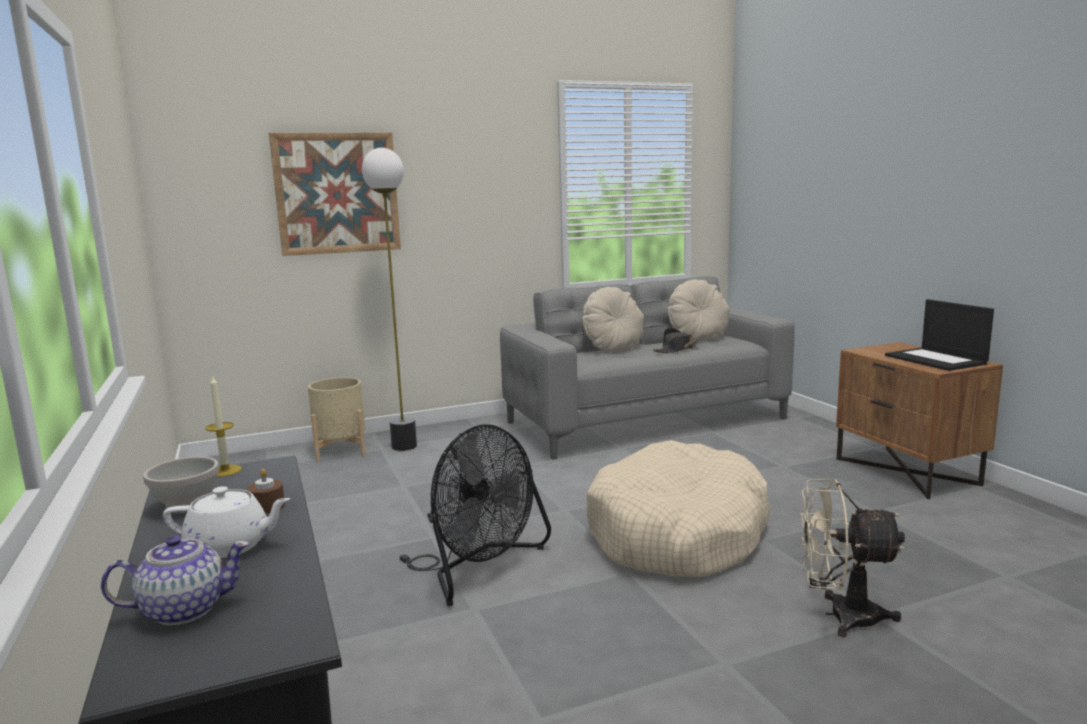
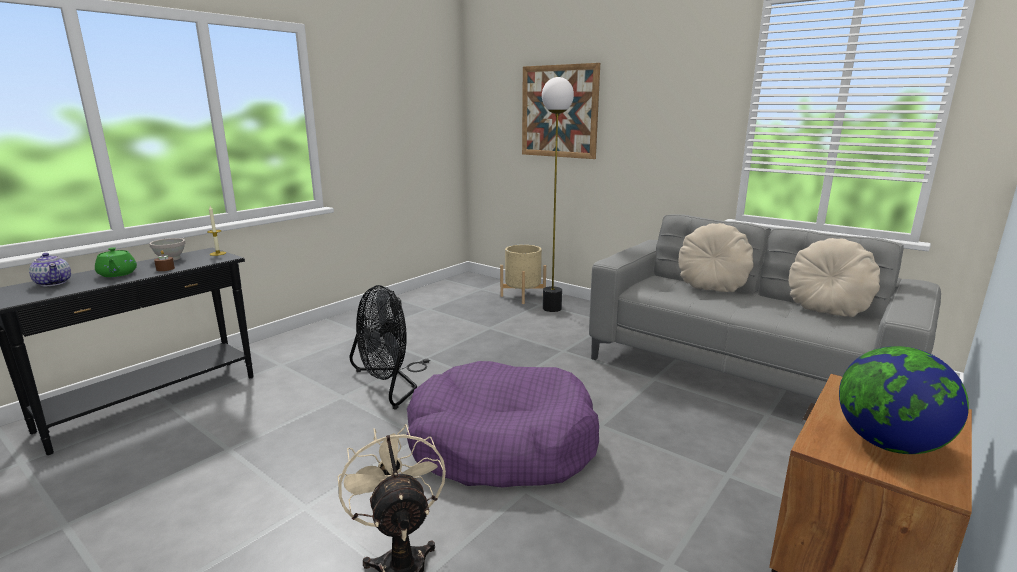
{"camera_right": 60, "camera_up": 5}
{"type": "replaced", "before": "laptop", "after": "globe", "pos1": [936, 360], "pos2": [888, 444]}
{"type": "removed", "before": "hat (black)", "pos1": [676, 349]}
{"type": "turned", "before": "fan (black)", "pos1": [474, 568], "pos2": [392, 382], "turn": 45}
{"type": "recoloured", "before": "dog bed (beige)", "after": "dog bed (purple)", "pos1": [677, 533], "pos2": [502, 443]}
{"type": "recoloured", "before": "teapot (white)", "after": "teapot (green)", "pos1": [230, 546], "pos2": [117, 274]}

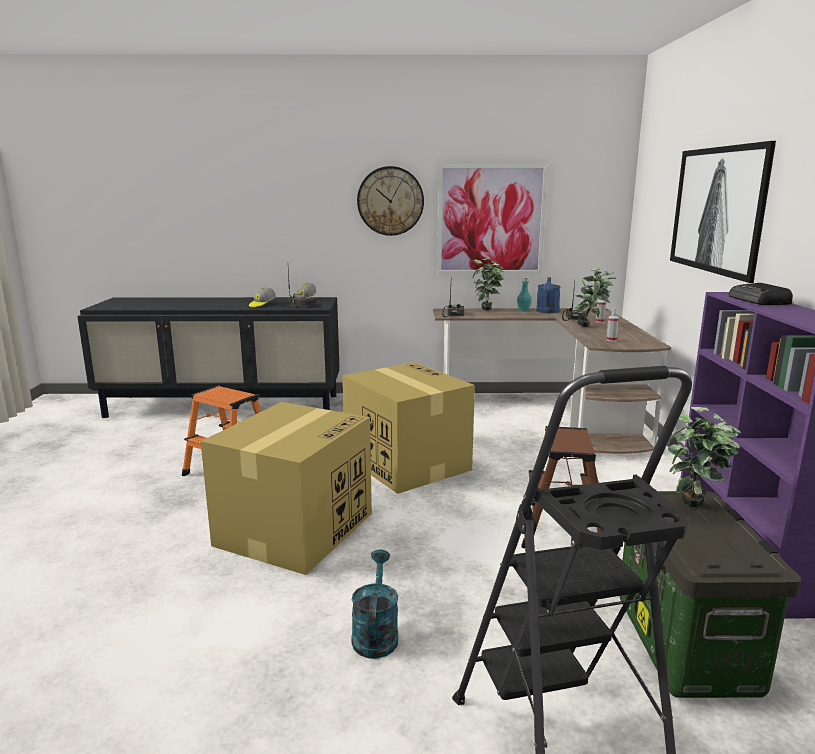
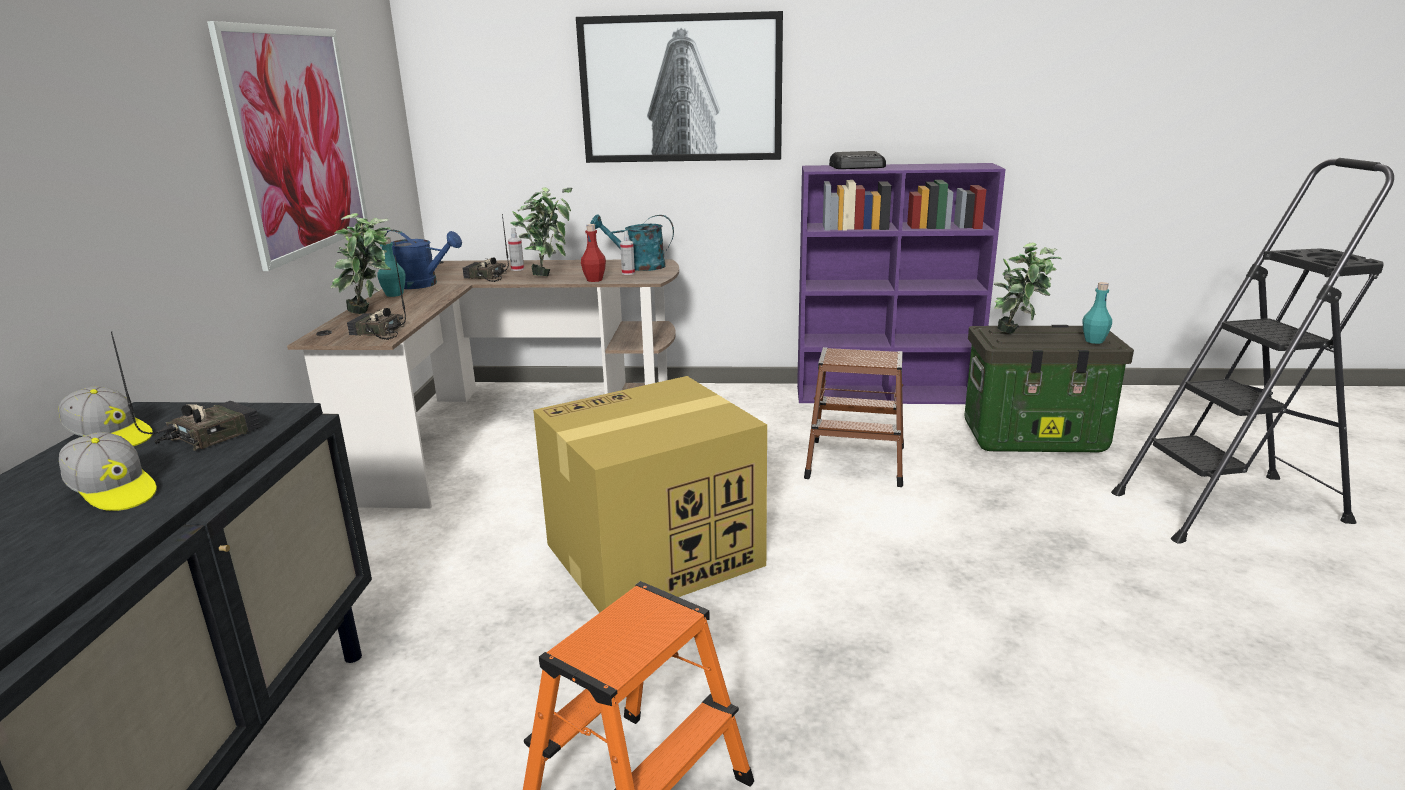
{"camera_right": -85, "camera_up": 5}
{"type": "removed", "before": "wall clock", "pos1": [390, 201]}
{"type": "removed", "before": "cardboard box", "pos1": [296, 528]}
{"type": "moved", "before": "watering can (turquoise)", "pos1": [375, 633], "pos2": [637, 266]}
{"type": "added", "after": "bottle (red)", "pos2": [594, 280]}
{"type": "added", "after": "bottle (turquoise)", "pos2": [1094, 341]}

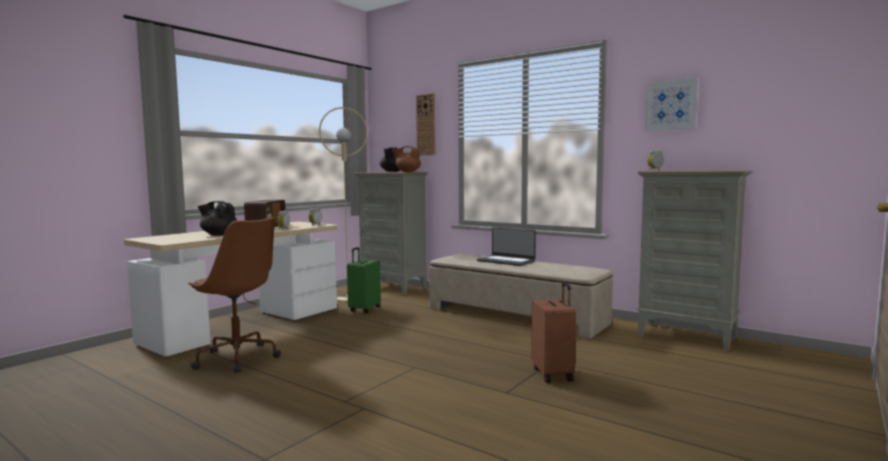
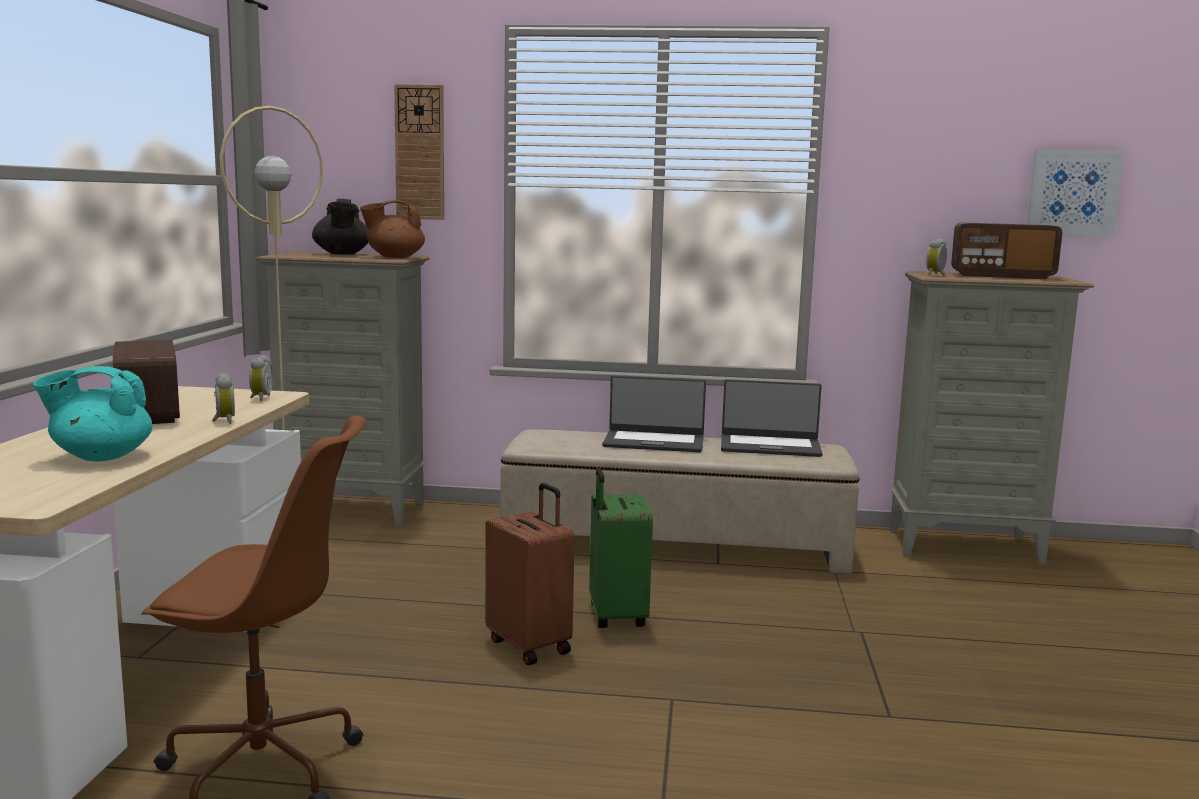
{"camera_right": -30, "camera_up": 5}
{"type": "moved", "before": "picture", "pos1": [671, 105], "pos2": [1073, 192]}
{"type": "recoloured", "before": "teapot (black)", "after": "teapot (turquoise)", "pos1": [219, 234], "pos2": [101, 457]}
{"type": "moved", "before": "suitcase (green)", "pos1": [364, 309], "pos2": [615, 616]}
{"type": "moved", "before": "suitcase (brown)", "pos1": [553, 374], "pos2": [531, 645]}
{"type": "added", "after": "radio", "pos2": [1001, 276]}
{"type": "added", "after": "laptop", "pos2": [770, 446]}

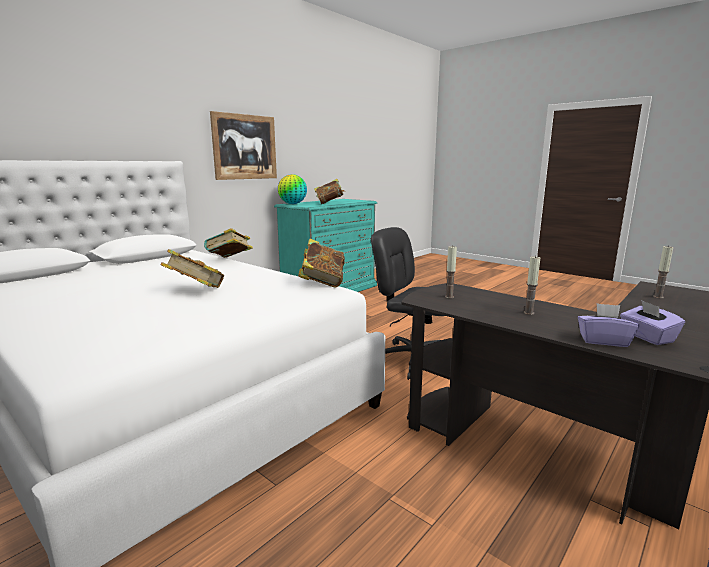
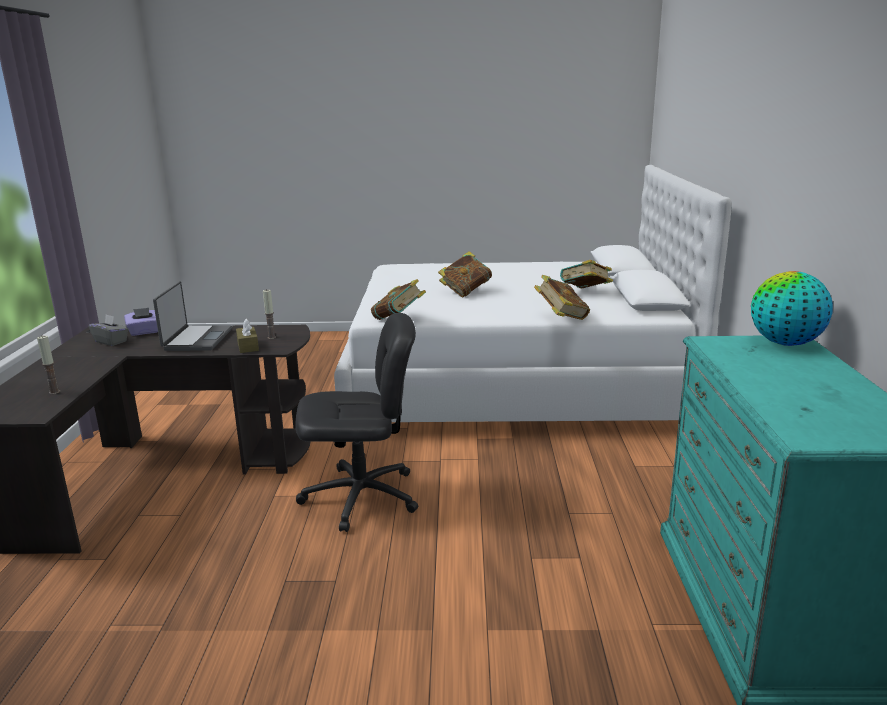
{"camera_right": 140, "camera_up": 5}
{"type": "removed", "before": "picture", "pos1": [245, 147]}
{"type": "moved", "before": "book", "pos1": [329, 203], "pos2": [585, 293]}
{"type": "replaced", "before": "candle", "after": "laptop", "pos1": [529, 313], "pos2": [196, 339]}
{"type": "recoloured", "before": "tissue box (purple)", "after": "tissue box (grey)", "pos1": [647, 337], "pos2": [111, 341]}
{"type": "added", "after": "tissue box (brown)", "pos2": [248, 346]}

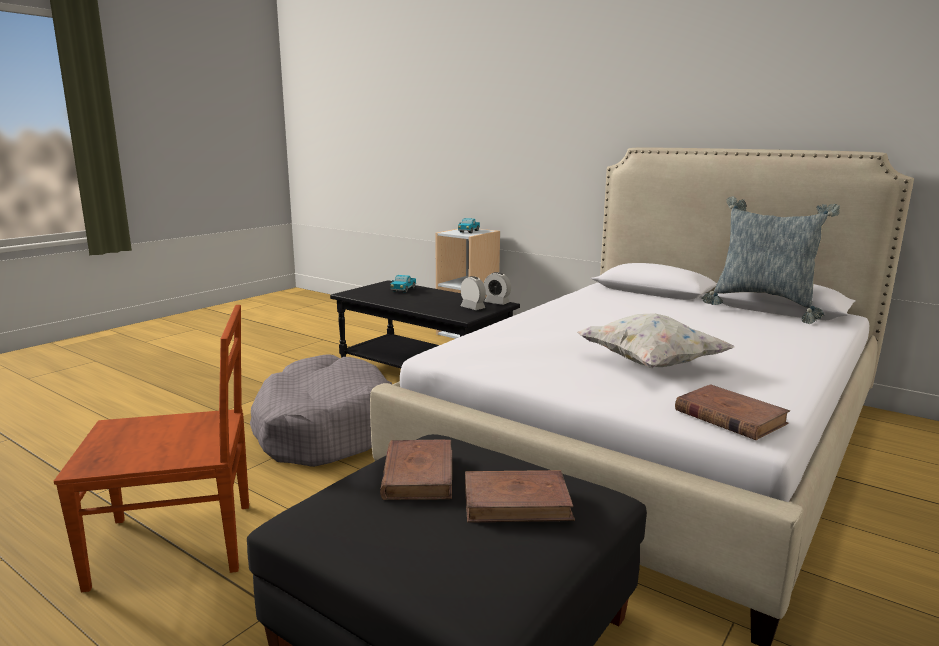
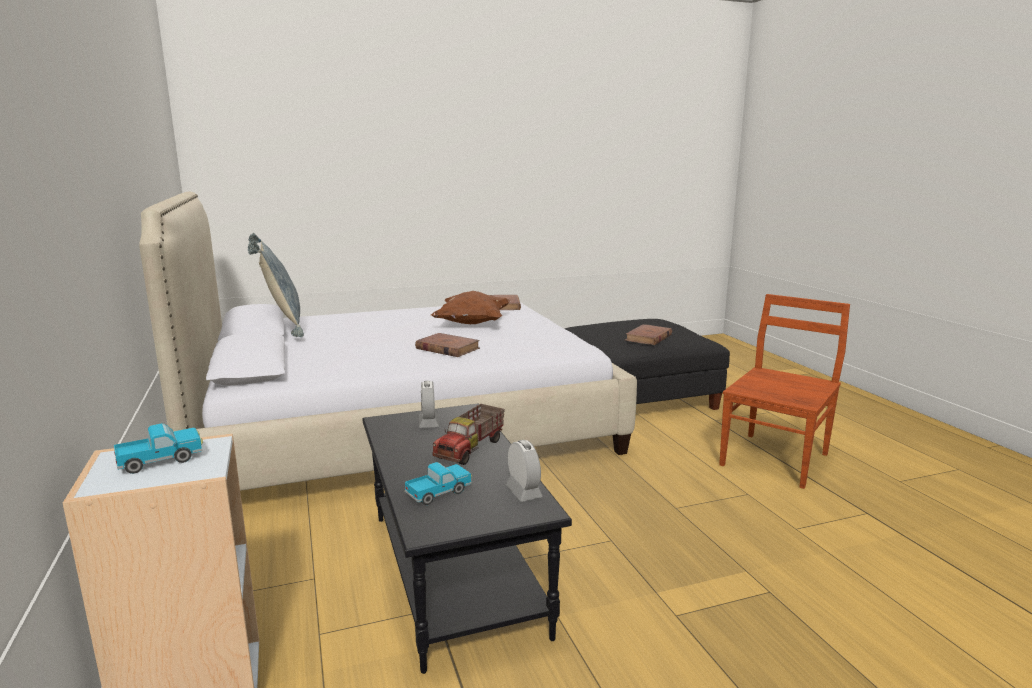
{"camera_right": -145, "camera_up": 0}
{"type": "moved", "before": "alarm clock", "pos1": [496, 303], "pos2": [523, 492]}
{"type": "turned", "before": "chair (brown)", "pos1": [179, 544], "pos2": [775, 458], "turn": 105}
{"type": "recoloured", "before": "pillow (white)", "after": "pillow (brown)", "pos1": [649, 364], "pos2": [472, 324]}
{"type": "removed", "before": "dog bed (grey)", "pos1": [323, 429]}
{"type": "moved", "before": "book (brown)", "pos1": [517, 502], "pos2": [447, 348]}
{"type": "added", "after": "toy truck", "pos2": [471, 449]}

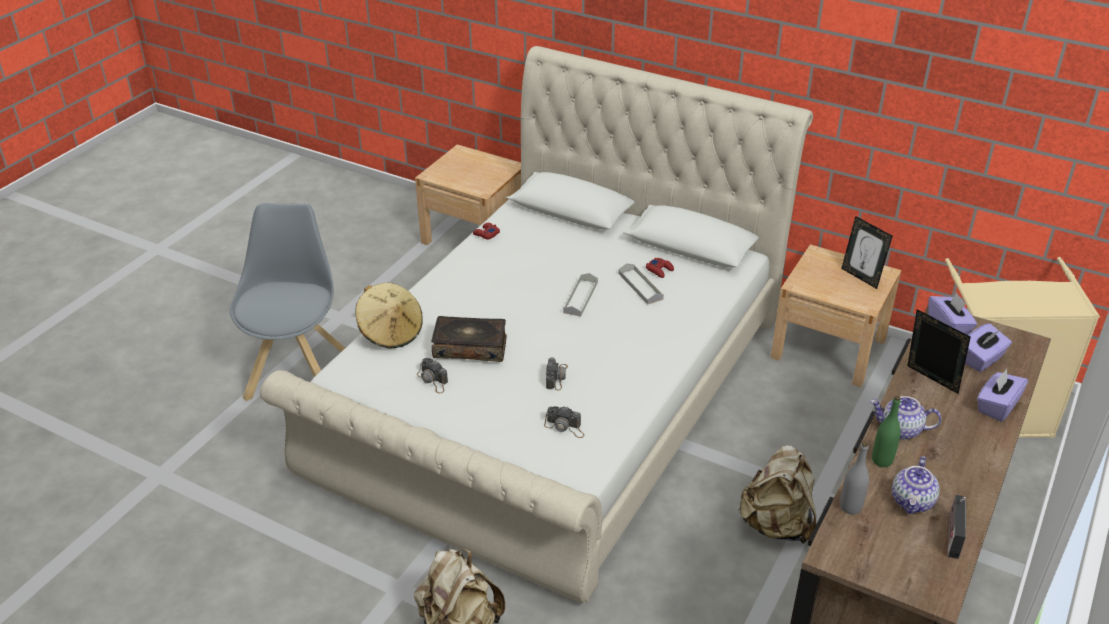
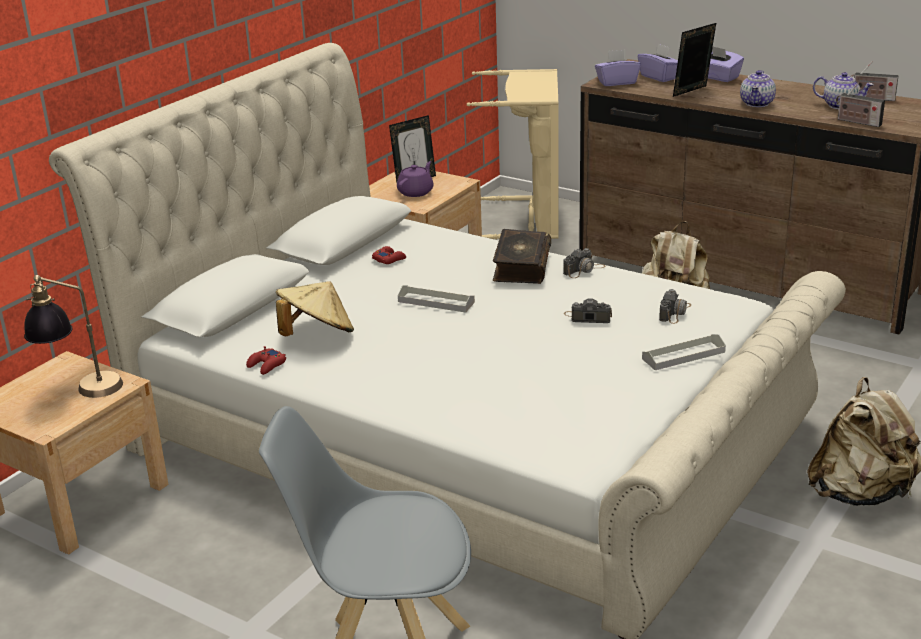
{"camera_right": -85, "camera_up": -10}
{"type": "moved", "before": "tray (grey)", "pos1": [640, 286], "pos2": [683, 355]}
{"type": "moved", "before": "hat (beige)", "pos1": [391, 332], "pos2": [316, 335]}
{"type": "moved", "before": "book", "pos1": [470, 346], "pos2": [520, 267]}
{"type": "moved", "before": "photo camera", "pos1": [433, 380], "pos2": [584, 270]}
{"type": "removed", "before": "bottle (green)", "pos1": [882, 460]}
{"type": "replaced", "before": "bottle (grey)", "after": "radio", "pos1": [850, 507], "pos2": [857, 122]}
{"type": "added", "after": "teapot (purple)", "pos2": [416, 192]}
{"type": "added", "after": "table lamp", "pos2": [80, 389]}

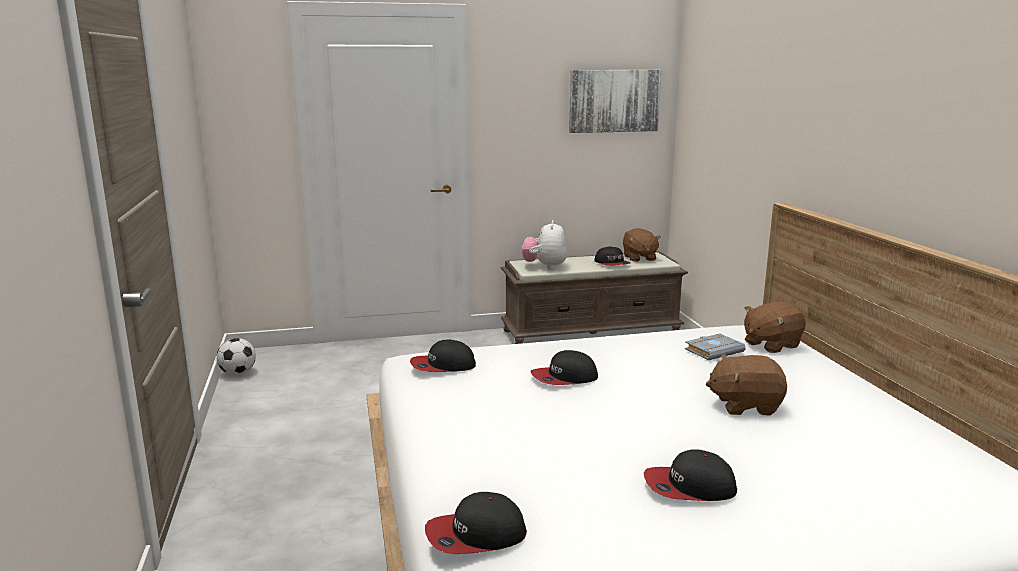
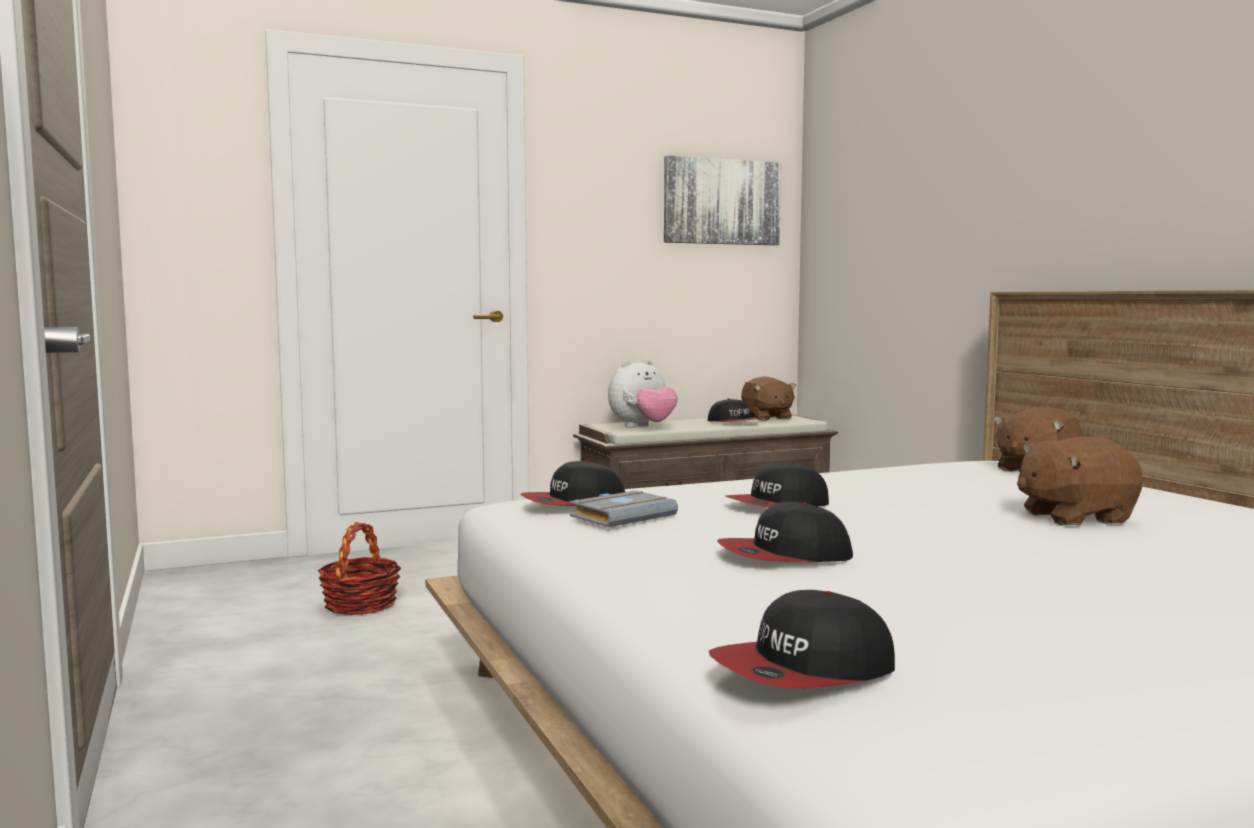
{"camera_right": -10, "camera_up": -10}
{"type": "turned", "before": "plush toy", "pos1": [545, 267], "pos2": [642, 427], "turn": -120}
{"type": "moved", "before": "book (grey)", "pos1": [713, 350], "pos2": [623, 516]}
{"type": "removed", "before": "football", "pos1": [238, 373]}
{"type": "moved", "before": "cap", "pos1": [689, 487], "pos2": [784, 556]}
{"type": "added", "after": "basket", "pos2": [360, 605]}

